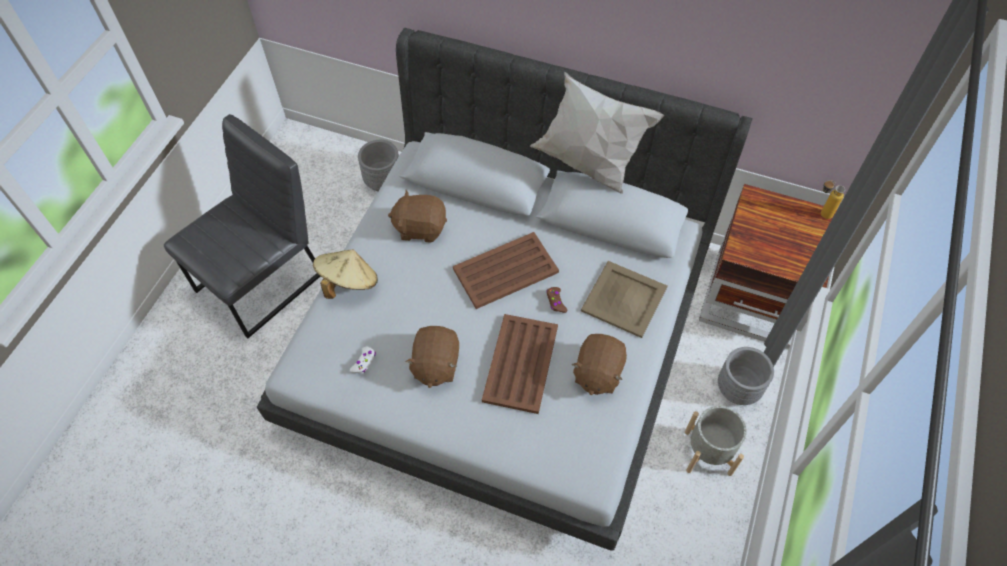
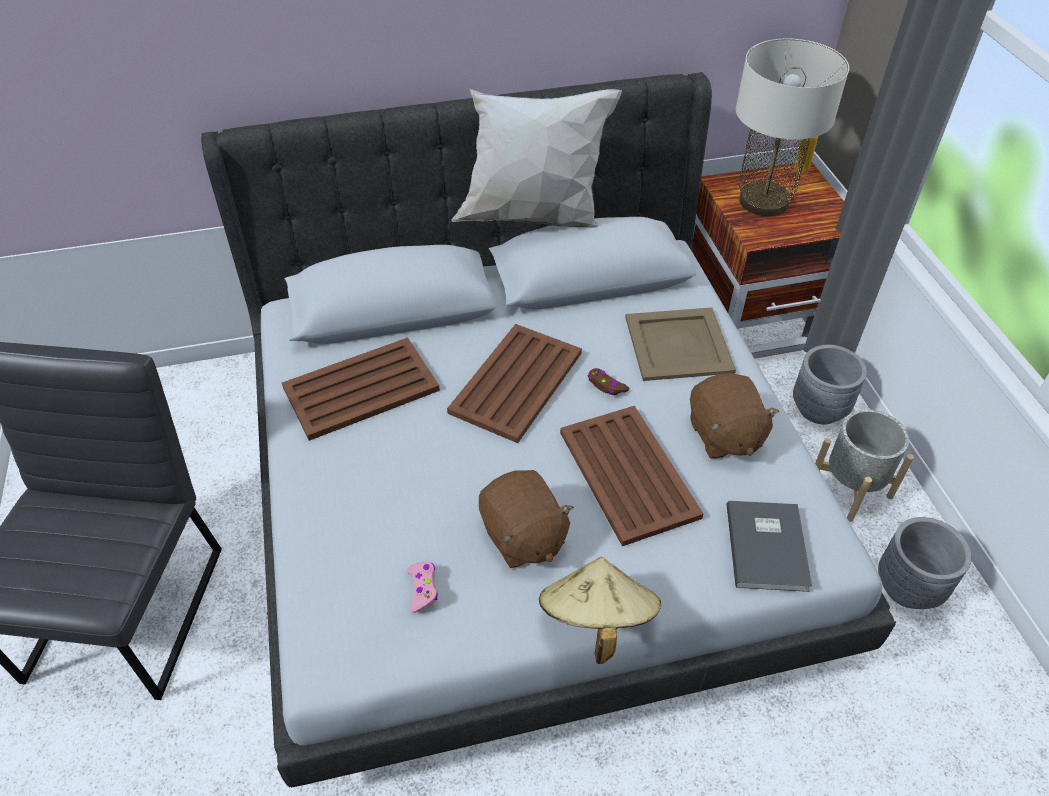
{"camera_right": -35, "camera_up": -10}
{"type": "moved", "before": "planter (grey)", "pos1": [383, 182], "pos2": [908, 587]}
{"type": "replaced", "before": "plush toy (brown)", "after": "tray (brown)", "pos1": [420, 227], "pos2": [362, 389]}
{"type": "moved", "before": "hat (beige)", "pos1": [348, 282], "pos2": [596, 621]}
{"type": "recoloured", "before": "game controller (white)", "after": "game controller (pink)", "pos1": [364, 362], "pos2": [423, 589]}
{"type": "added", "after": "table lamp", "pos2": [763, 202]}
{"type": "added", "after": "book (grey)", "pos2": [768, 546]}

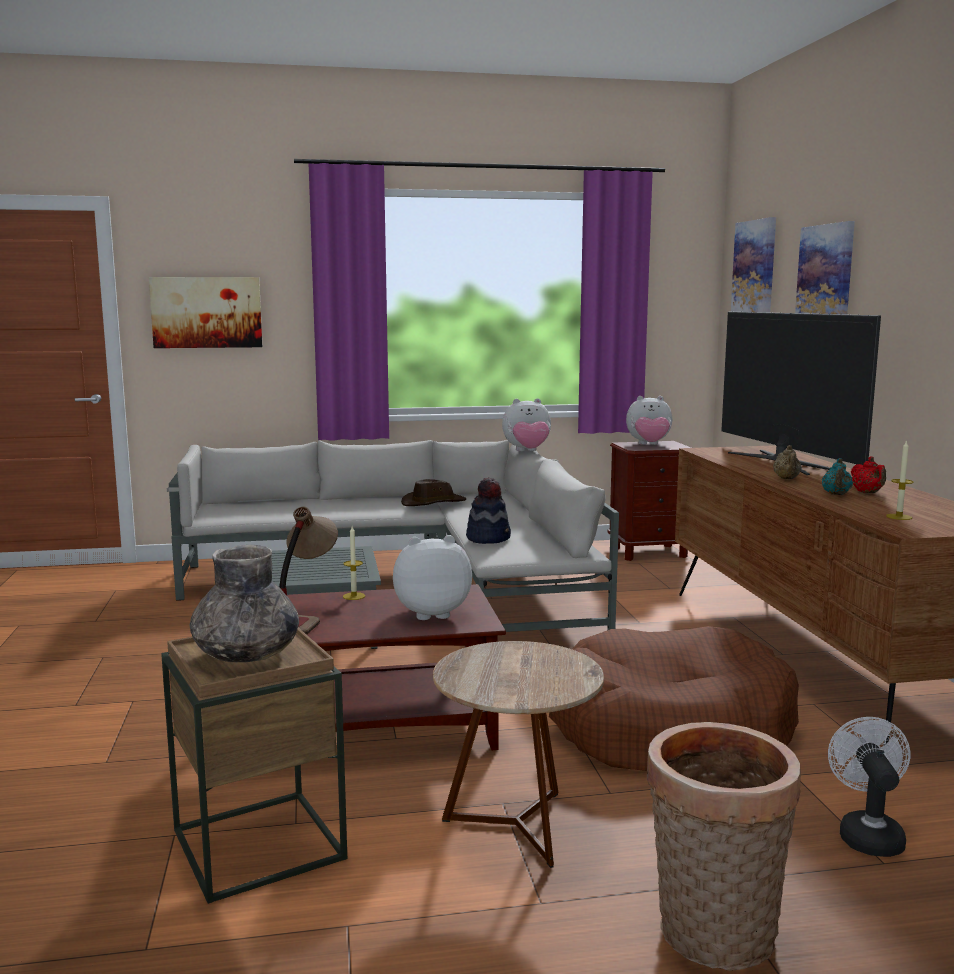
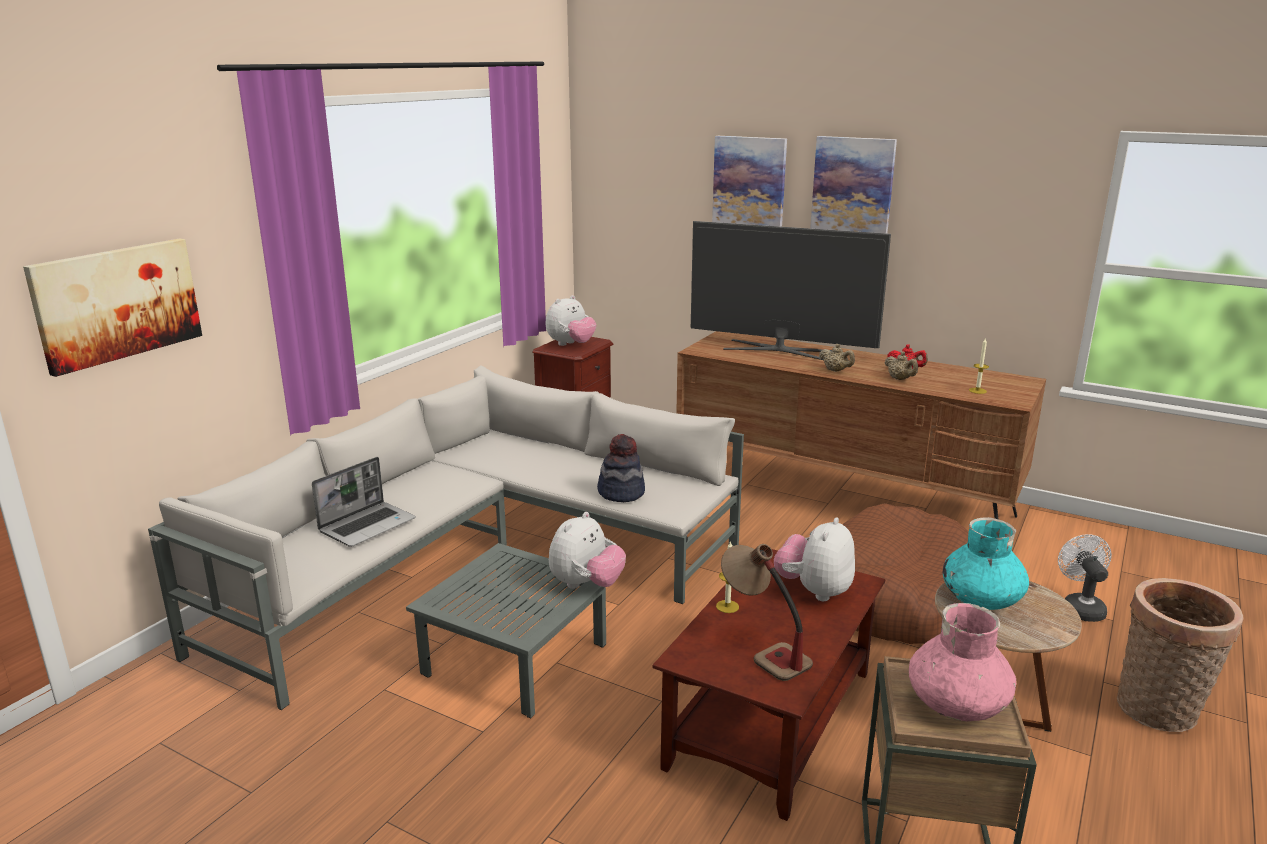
{"camera_right": -50, "camera_up": 10}
{"type": "moved", "before": "picture", "pos1": [754, 271], "pos2": [852, 191]}
{"type": "moved", "before": "plush toy", "pos1": [527, 451], "pos2": [586, 585]}
{"type": "recoloured", "before": "teapot (turquoise)", "after": "teapot (beige)", "pos1": [836, 495], "pos2": [900, 379]}
{"type": "removed", "before": "hat (brown)", "pos1": [433, 503]}
{"type": "recoloured", "before": "vase (grey)", "after": "vase (pink)", "pos1": [246, 655], "pos2": [957, 704]}
{"type": "turned", "before": "fan (white)", "pos1": [867, 834], "pos2": [1080, 607], "turn": 45}
{"type": "added", "after": "laptop", "pos2": [368, 525]}
{"type": "added", "after": "vase (turquoise)", "pos2": [981, 598]}

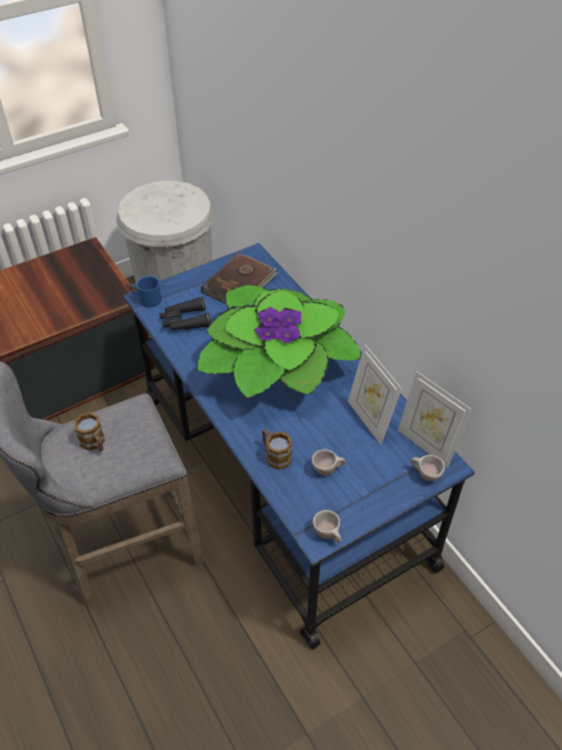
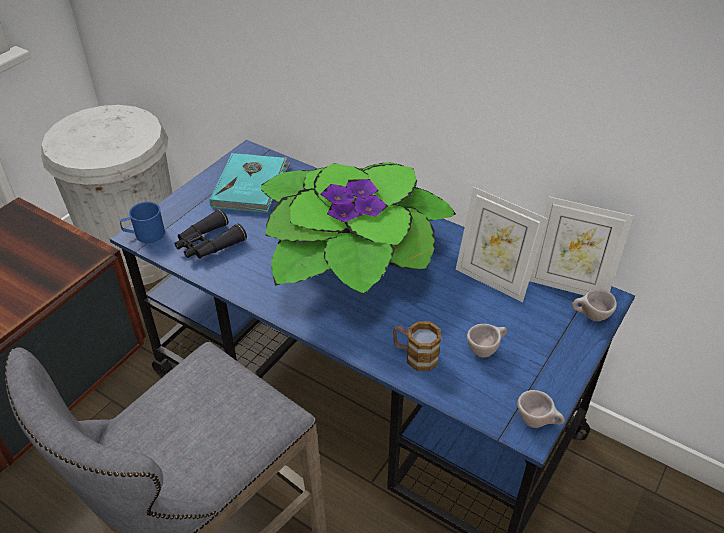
{"camera_right": -25, "camera_up": -5}
{"type": "recoloured", "before": "book (brown)", "after": "book (turquoise)", "pos1": [240, 283], "pos2": [251, 185]}
{"type": "removed", "before": "mug", "pos1": [95, 443]}

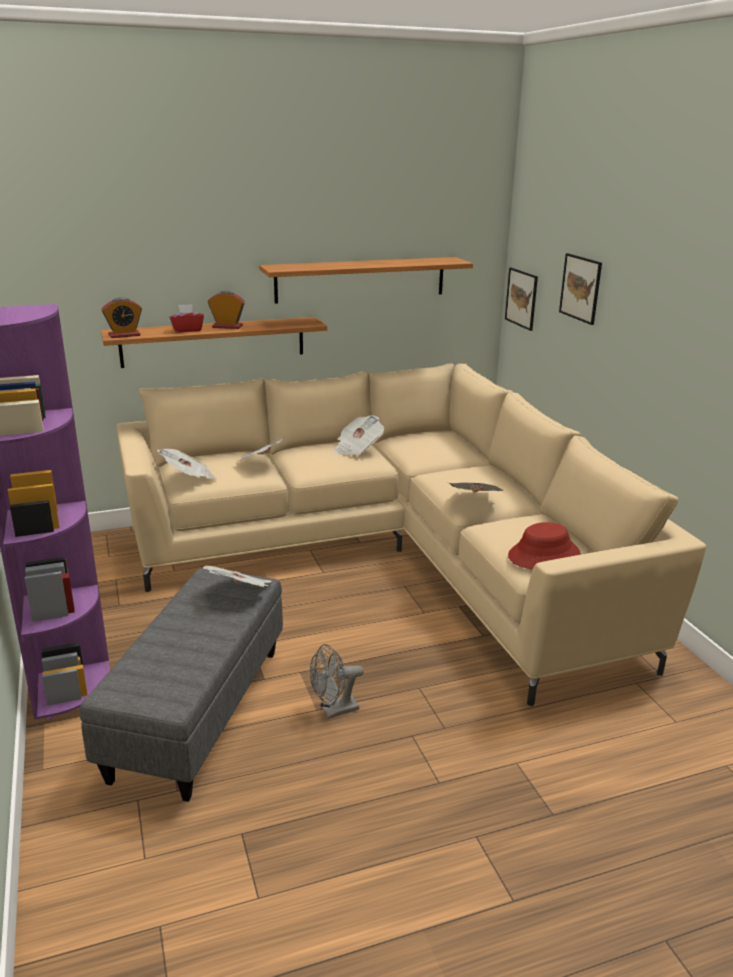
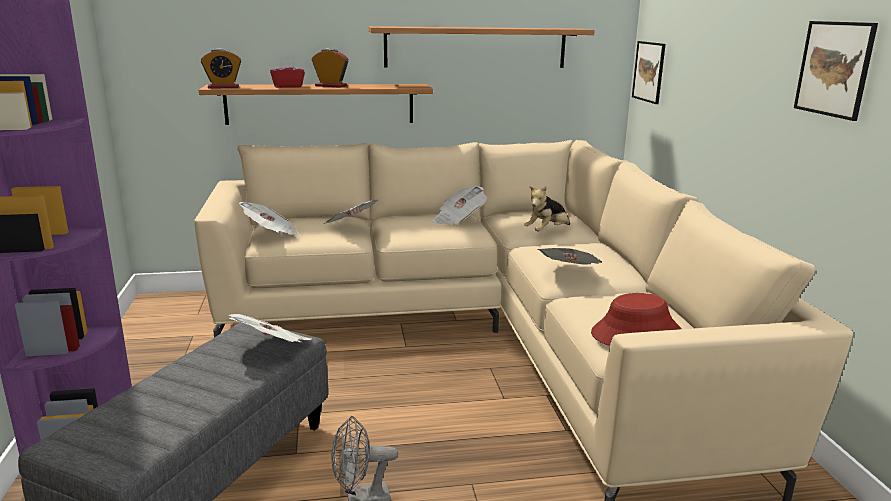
{"camera_right": 10, "camera_up": -5}
{"type": "moved", "before": "picture", "pos1": [580, 288], "pos2": [834, 69]}
{"type": "added", "after": "plush toy", "pos2": [547, 231]}

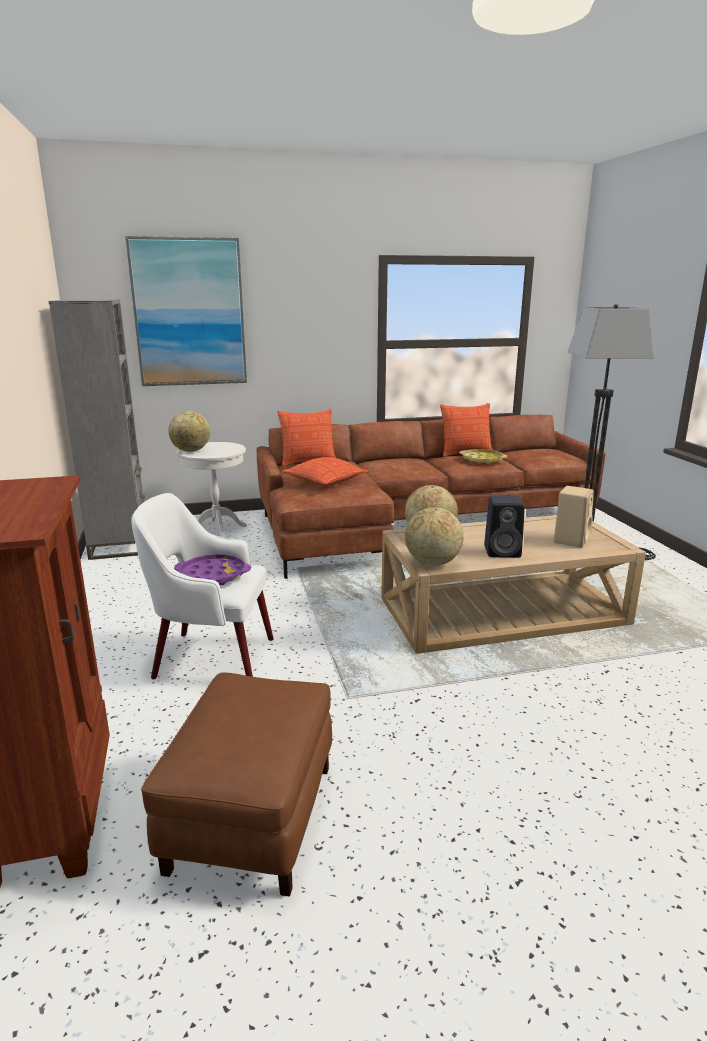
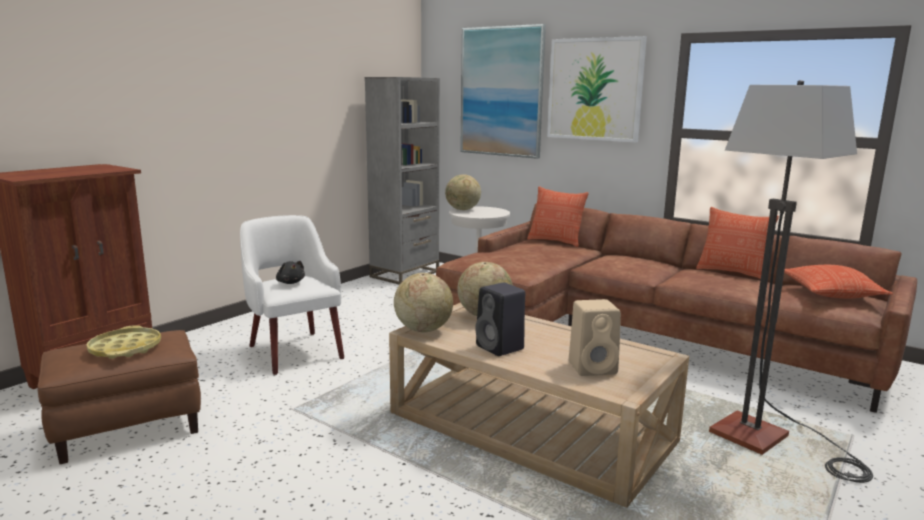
{"camera_right": 50, "camera_up": -5}
{"type": "moved", "before": "tray (yellow)", "pos1": [482, 460], "pos2": [125, 348]}
{"type": "moved", "before": "pillow (orange)", "pos1": [324, 482], "pos2": [830, 294]}
{"type": "replaced", "before": "tray (purple)", "after": "plush toy (black)", "pos1": [213, 575], "pos2": [290, 282]}
{"type": "added", "after": "picture", "pos2": [595, 89]}

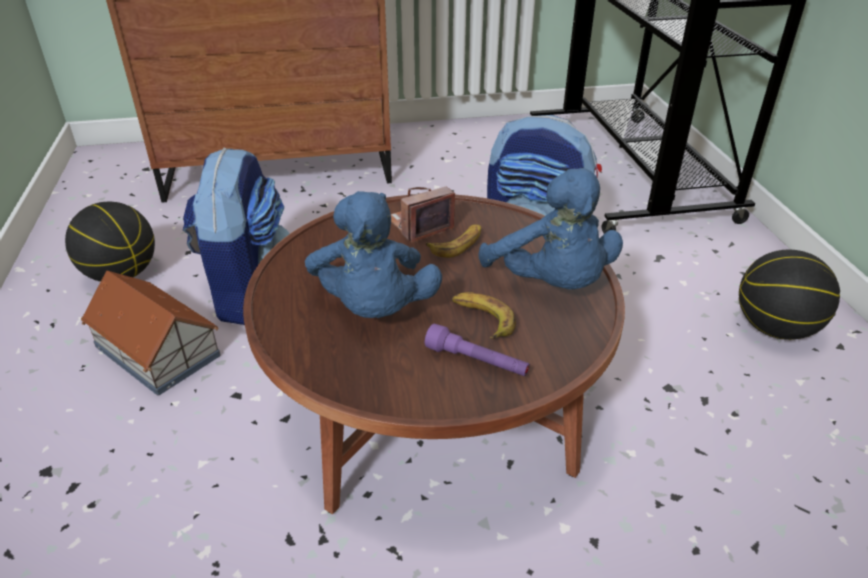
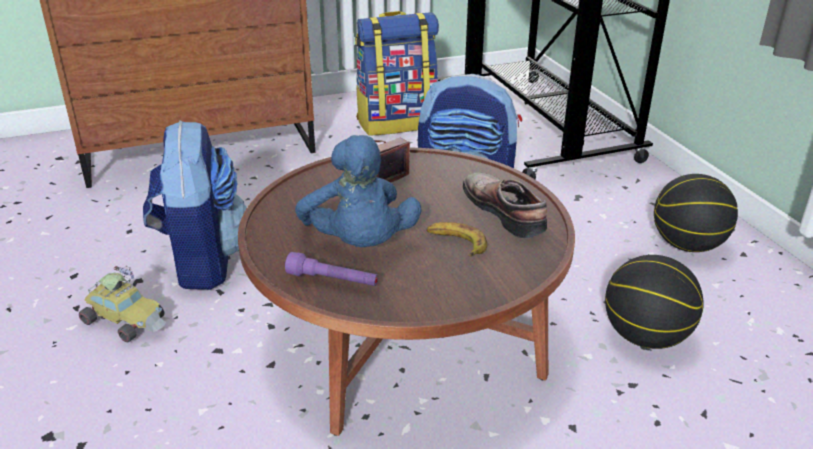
{"camera_right": -10, "camera_up": -5}
{"type": "replaced", "before": "plush toy (blue)", "after": "shoe", "pos1": [551, 284], "pos2": [506, 211]}
{"type": "moved", "before": "basketball", "pos1": [122, 274], "pos2": [645, 337]}
{"type": "removed", "before": "banana", "pos1": [457, 244]}
{"type": "replaced", "before": "toy house", "after": "toy car", "pos1": [157, 350], "pos2": [126, 320]}
{"type": "moved", "before": "flashlight (purple)", "pos1": [477, 362], "pos2": [333, 281]}
{"type": "added", "after": "backpack", "pos2": [397, 122]}

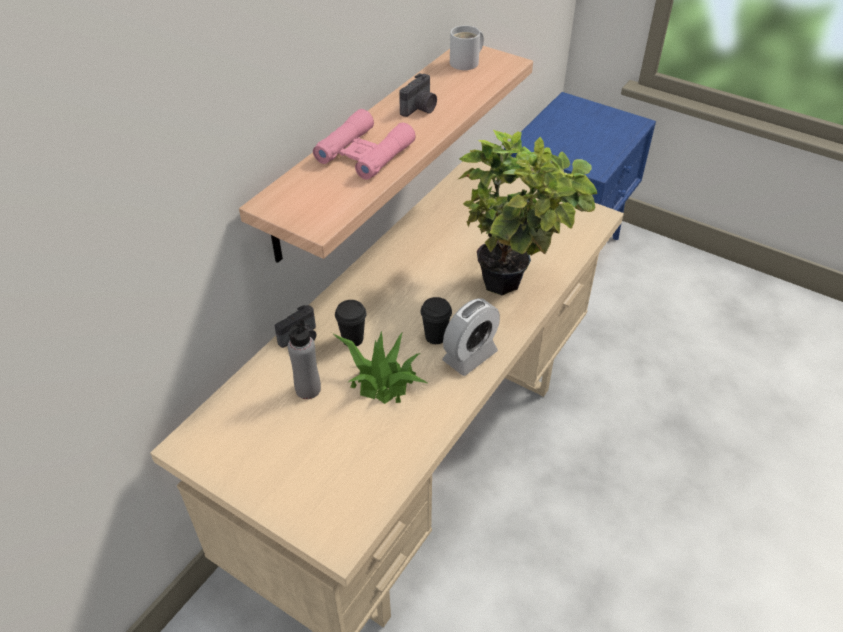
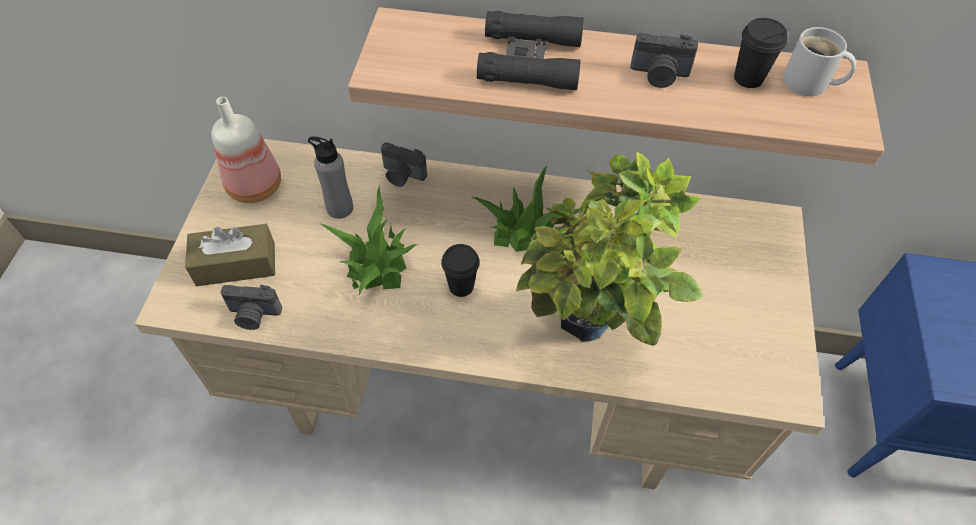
{"camera_right": 65, "camera_up": 10}
{"type": "recoloured", "before": "binoculars (pink)", "after": "binoculars (black)", "pos1": [364, 153], "pos2": [530, 60]}
{"type": "removed", "before": "alarm clock", "pos1": [470, 356]}
{"type": "moved", "before": "cup (black)", "pos1": [352, 339], "pos2": [748, 78]}
{"type": "added", "after": "bottle", "pos2": [257, 186]}
{"type": "added", "after": "potted plant", "pos2": [526, 229]}
{"type": "added", "after": "tissue box (brown)", "pos2": [236, 264]}
{"type": "added", "after": "photo camera", "pos2": [253, 315]}

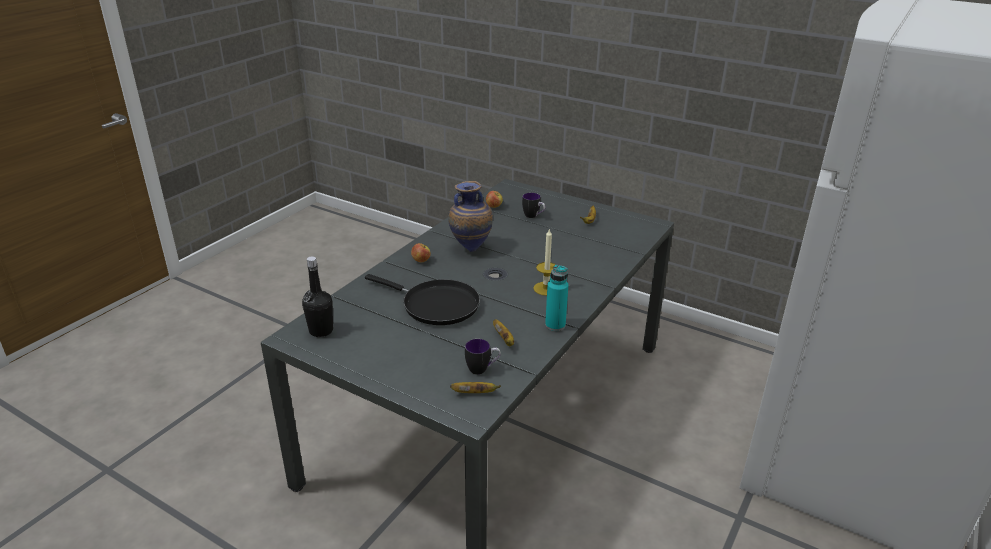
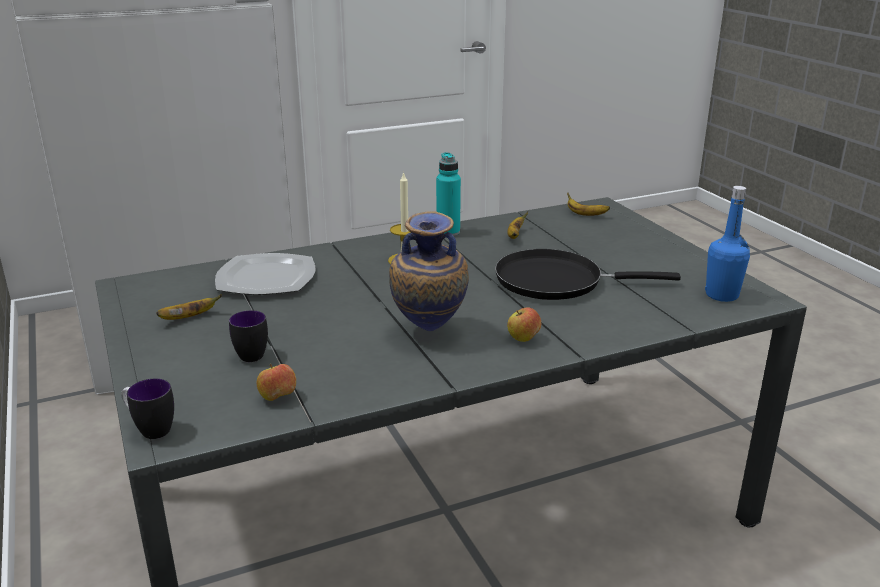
{"camera_right": -145, "camera_up": -5}
{"type": "recoloured", "before": "bottle (black)", "after": "bottle (blue)", "pos1": [321, 330], "pos2": [722, 295]}
{"type": "turned", "before": "frying pan (black)", "pos1": [436, 305], "pos2": [556, 281], "turn": -60}
{"type": "moved", "before": "mug", "pos1": [482, 369], "pos2": [150, 429]}
{"type": "added", "after": "plate", "pos2": [267, 278]}

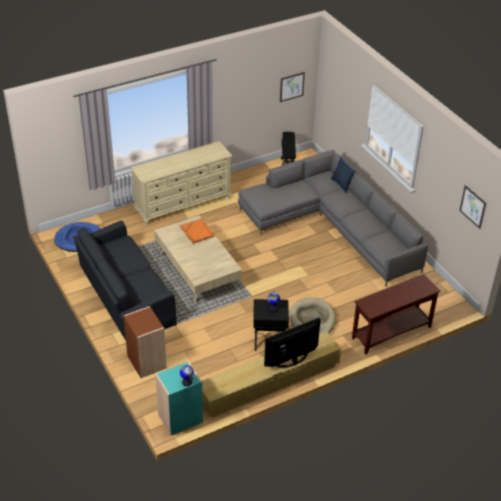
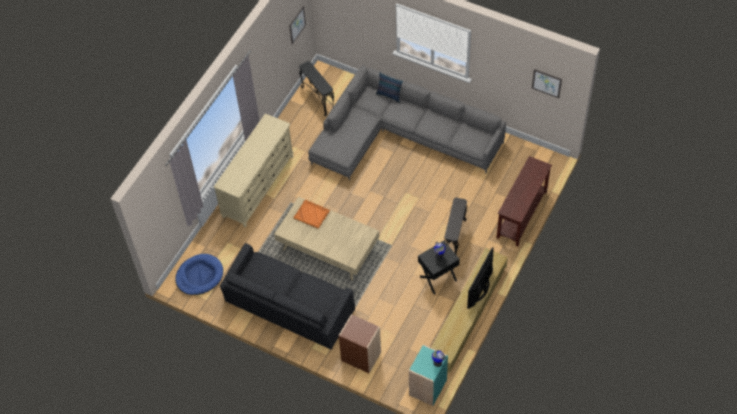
{"camera_right": -30, "camera_up": 15}
{"type": "replaced", "before": "dog bed (beige)", "after": "side table (black)", "pos1": [312, 319], "pos2": [455, 239]}

